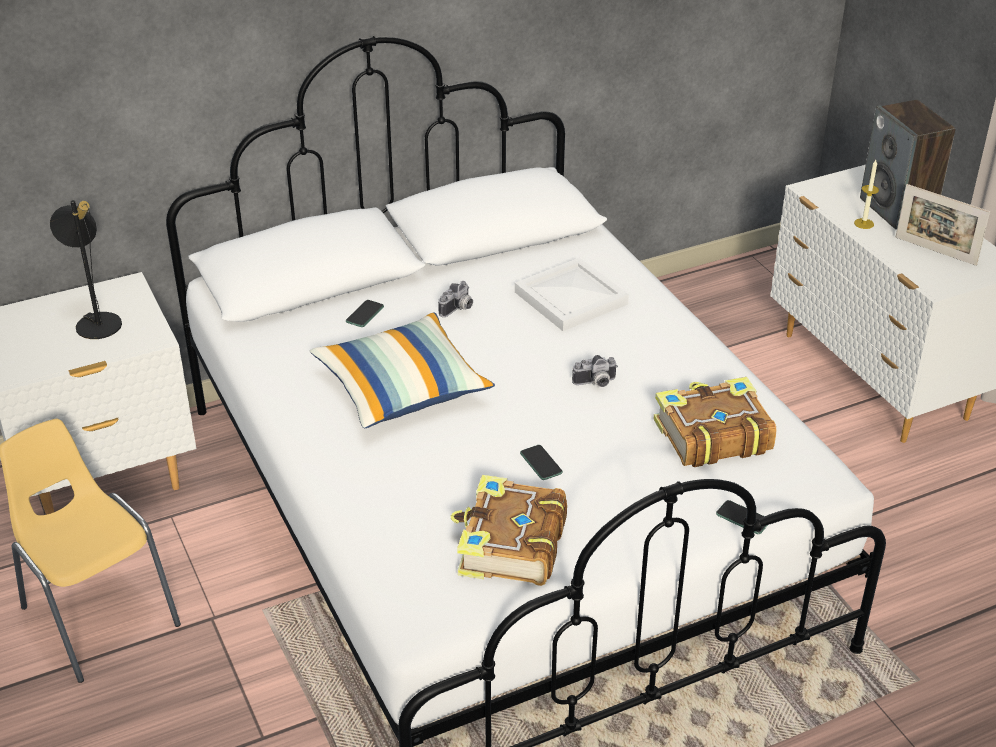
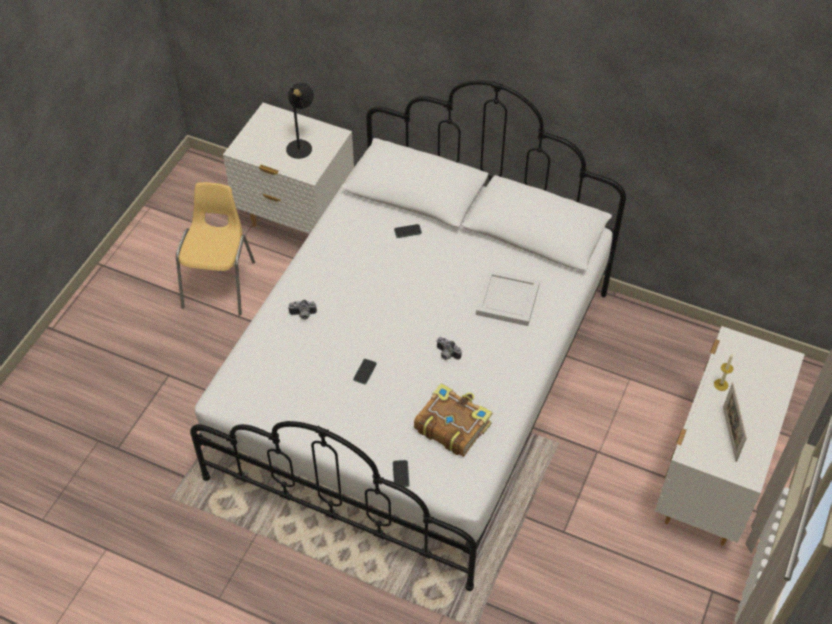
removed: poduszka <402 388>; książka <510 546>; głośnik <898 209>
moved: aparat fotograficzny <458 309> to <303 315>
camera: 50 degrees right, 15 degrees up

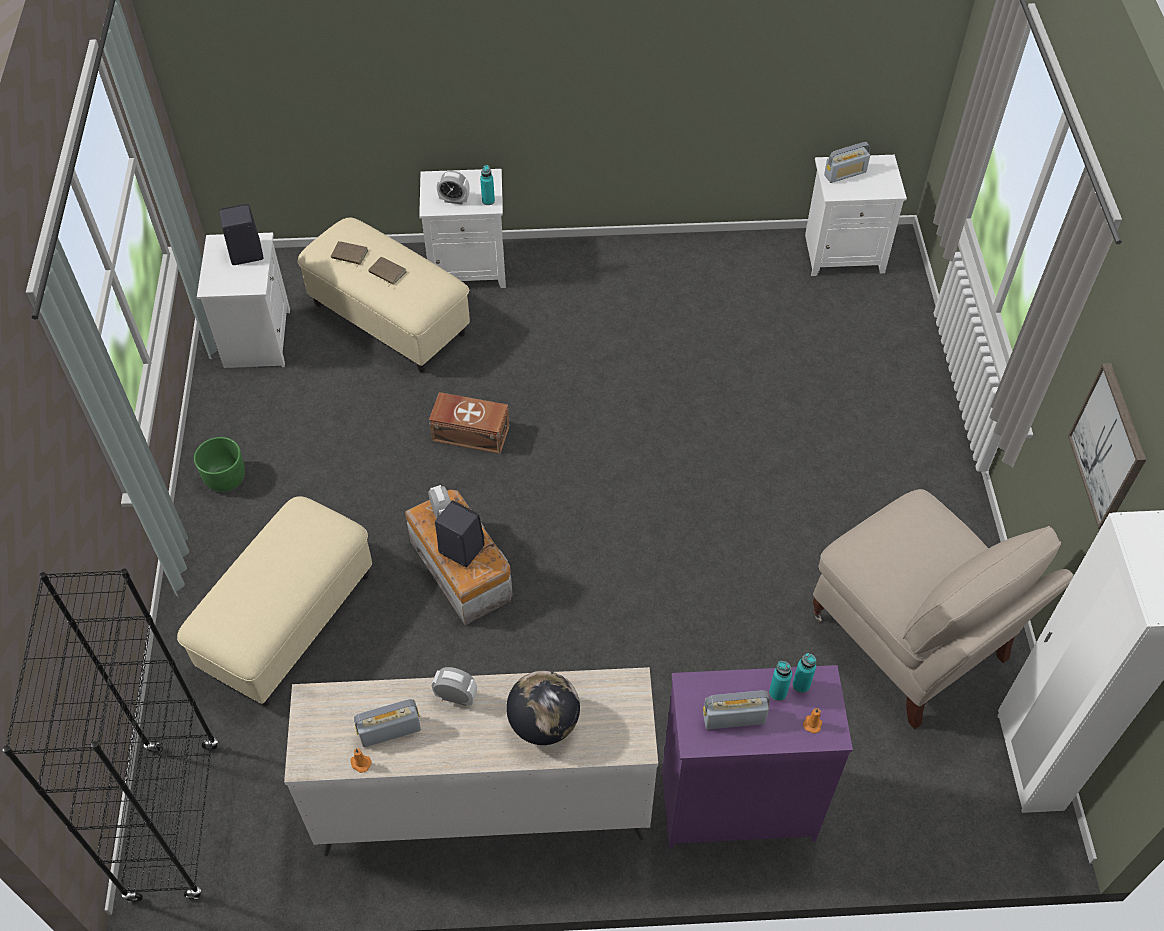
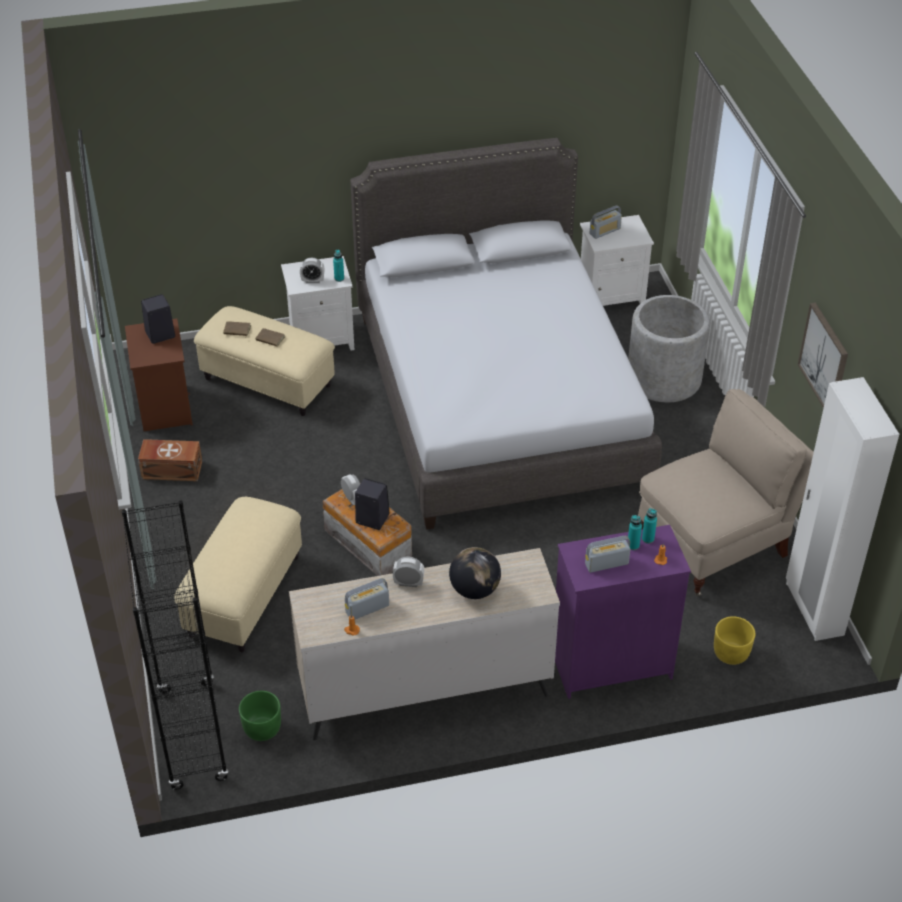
added: łóżko (szary) <498 400>; donica (szary) <664 378>; donica (żółty) <731 653>
moved: donica (zielony) <225 478> to <262 728>; pojemnik do przechowywania (brązowy) <470 432> to <171 469>
recoloured: szafka nocna (biały) <256 337> to szafka nocna (brązowy) <164 407>
turned: krzesło (beżowy) <910 640> = <714 545> 75 degrees counterclockwise
camera: 10 degrees left, 10 degrees down

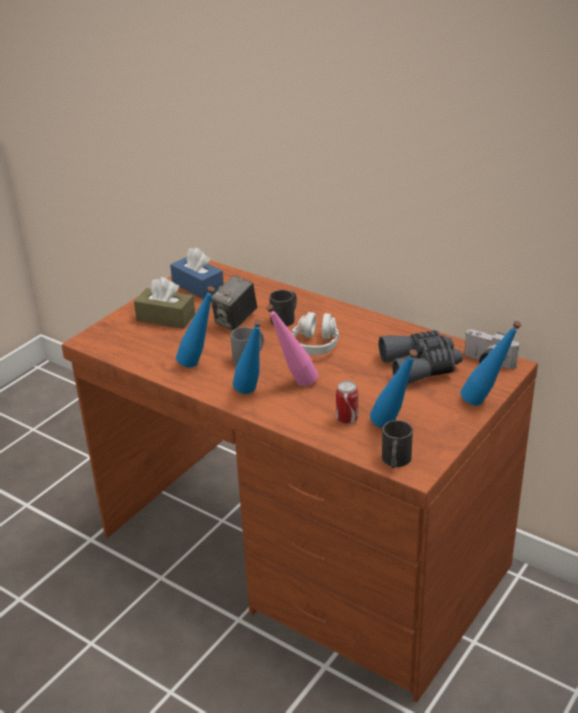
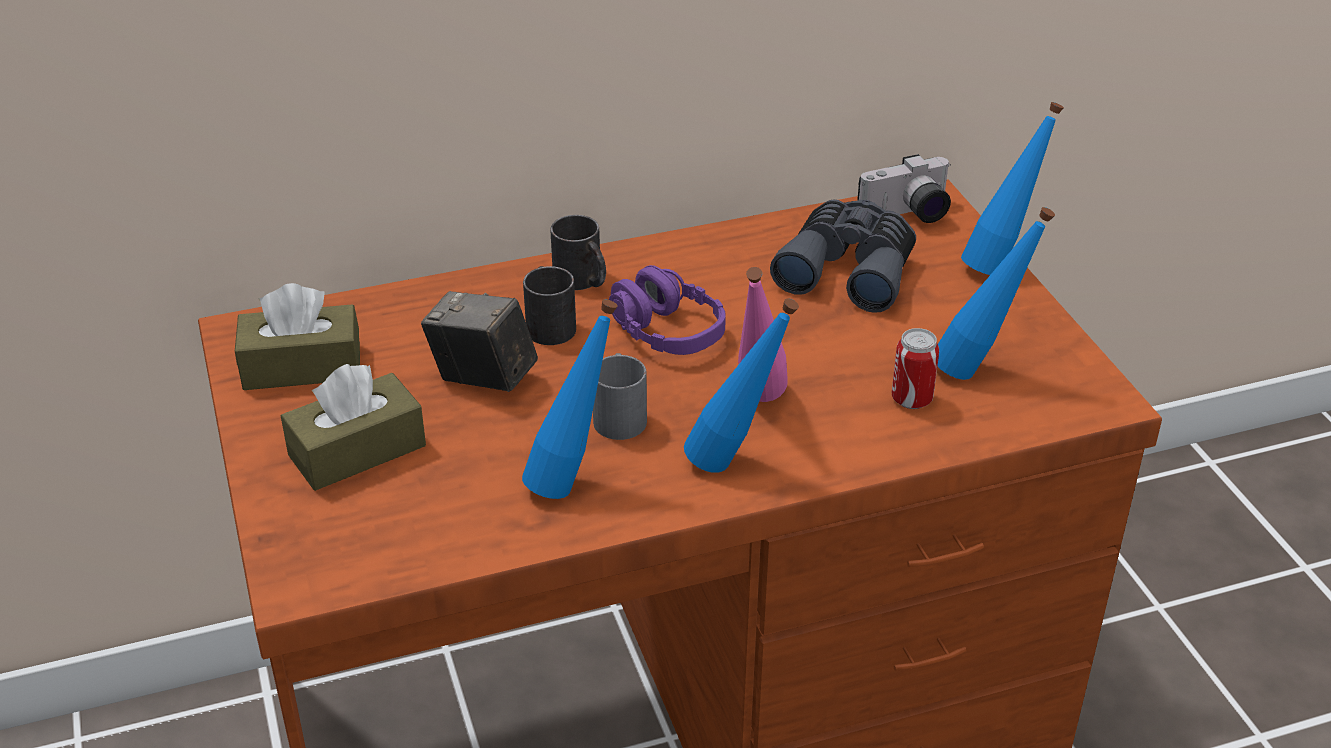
moved: kubek (czarny) <395 461> to <583 281>
recoloured: pudełko chusteczek (niebieski) <198 286> to pudełko chusteczek (brązowy) <302 367>; słuchawki (szary) <315 344> to słuchawki (fioletowy) <667 331>
turned: aparat fotograficzny <235 321> = <483 377> 135 degrees clockwise
camera: 55 degrees left, 5 degrees up

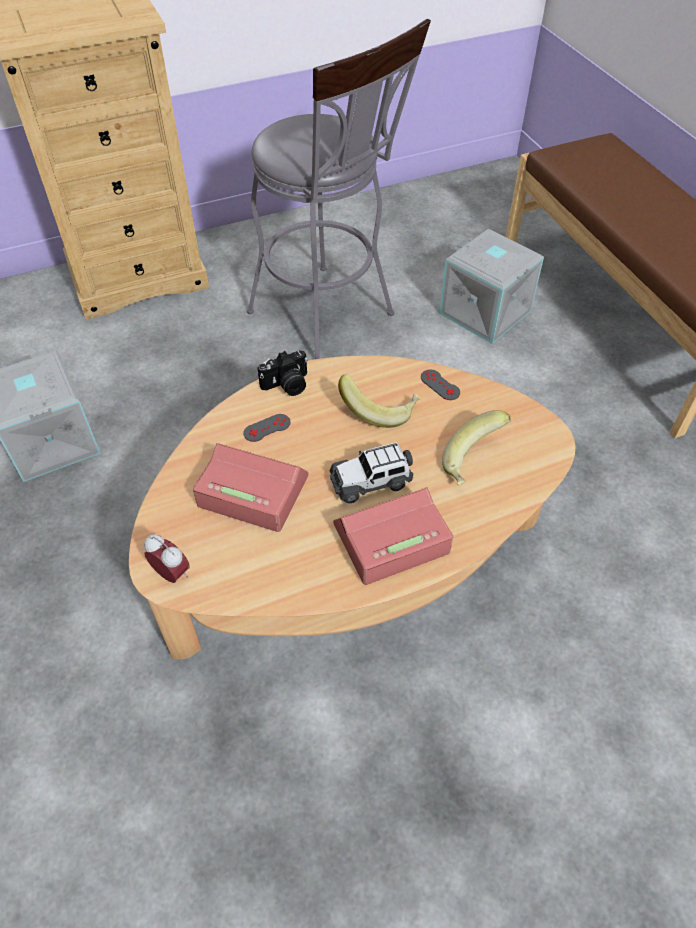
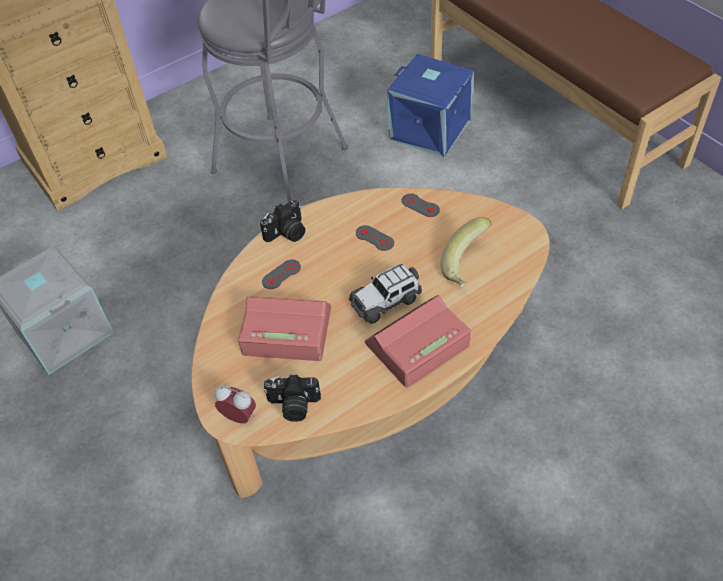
added: aparat fotograficzny <293 406>
replaced: banan <379 410> to pad do gier (szary) <374 238>
recoloured: pojemnik do przechowywania (szary) <486 311> to pojemnik do przechowywania (niebieski) <431 129>
camera: 10 degrees left, 0 degrees up

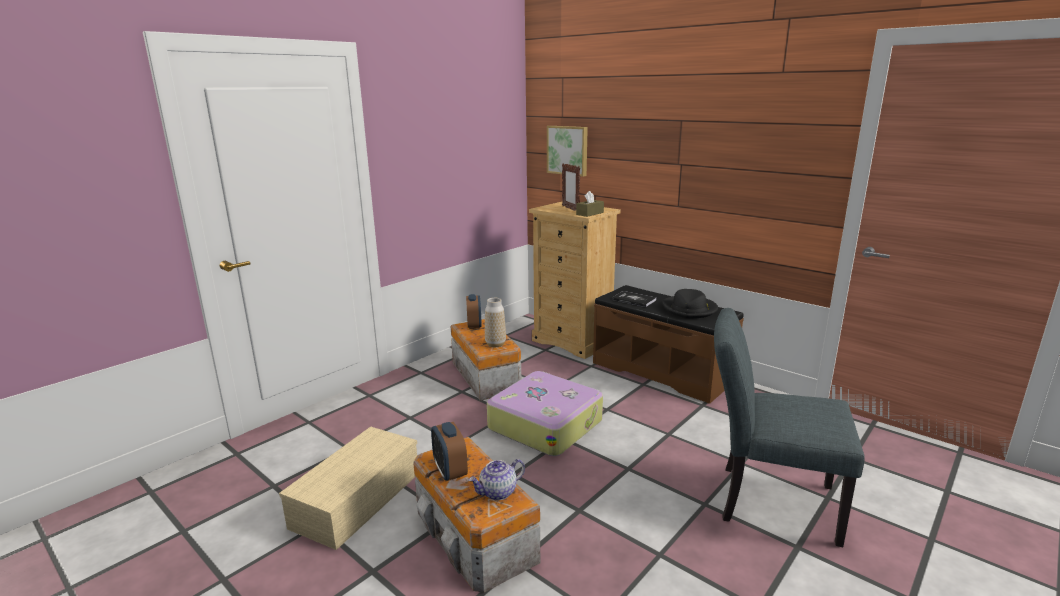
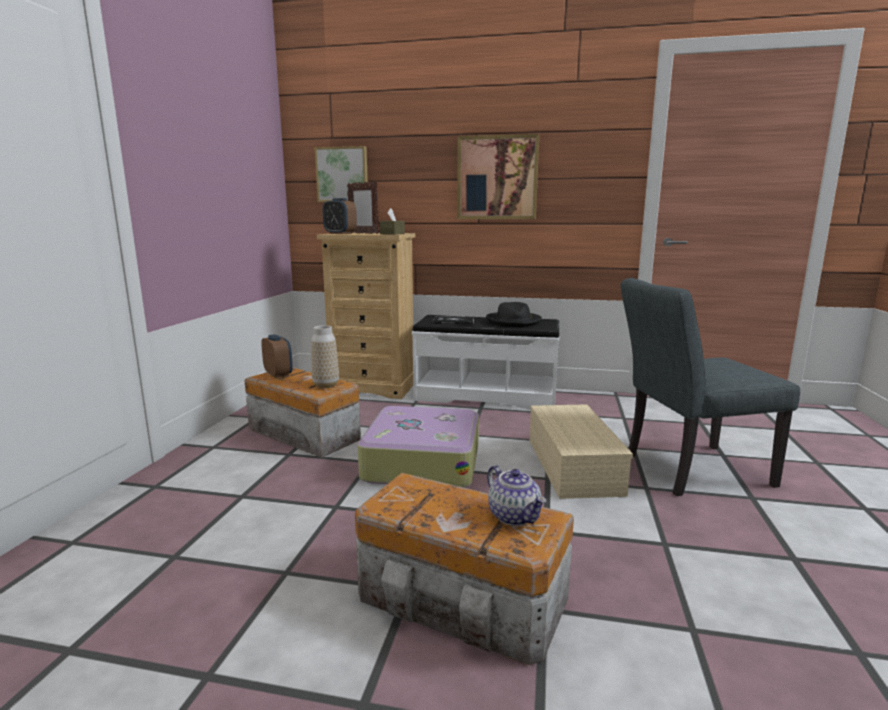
added: obraz <497 178>
moved: pojemnik do przechowywania (beżowy) <357 498> to <571 465>; budzik <450 471> to <340 233>
recoloured: ławka (brązowy) <662 371> to ławka (biały) <486 395>
turned: imbryk <498 492> = <515 516> 60 degrees counterclockwise
camera: 30 degrees left, 5 degrees down

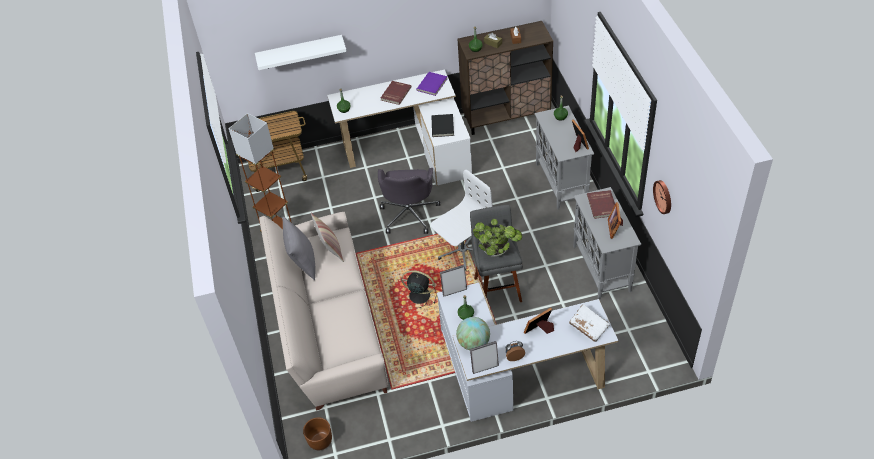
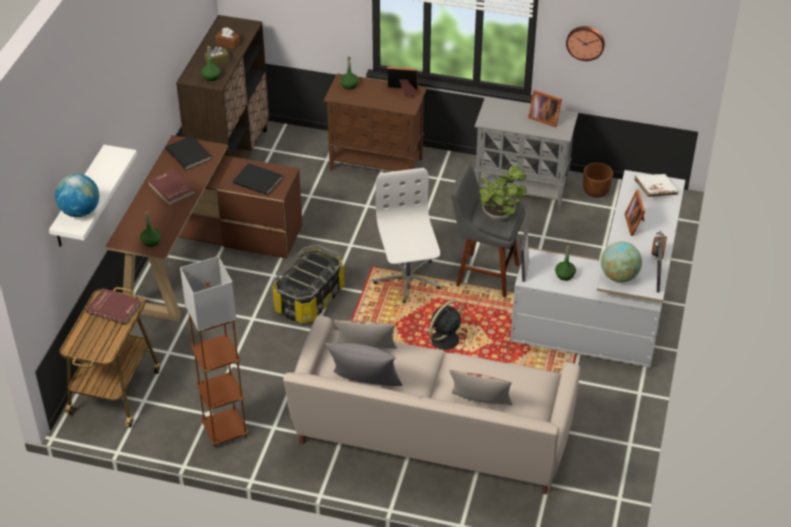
added: globus <80 211>; poduszka <480 406>
moved: donica (brązowy) <320 441> to <595 191>; książka (czerwony) <602 205> to <114 307>
replaced: krzesło biurowe (szary) <409 214> to pojemnik do przechowywania <309 299>
recoloured: biurko (biały) <411 149> to biurko (brązowy) <202 255>; książka (fioletowy) <432 85> to książka (czarny) <189 154>; szafka (szary) <561 183> to szafka (brązowy) <377 164>
camera: 65 degrees left, 5 degrees down

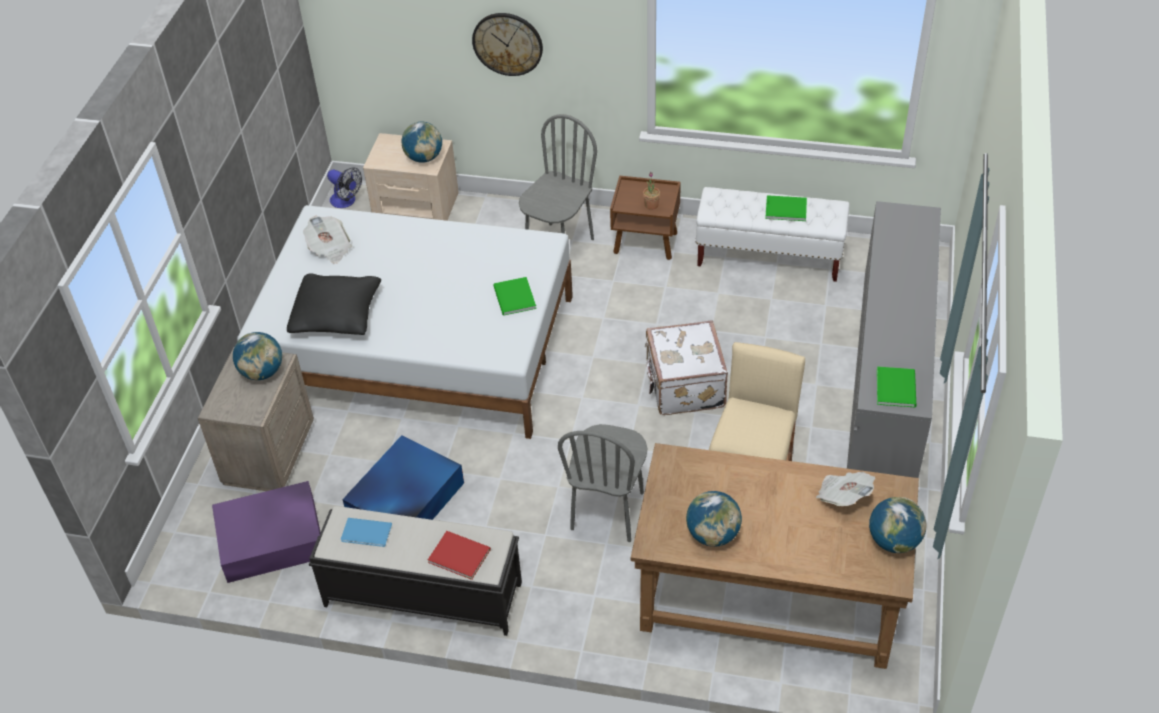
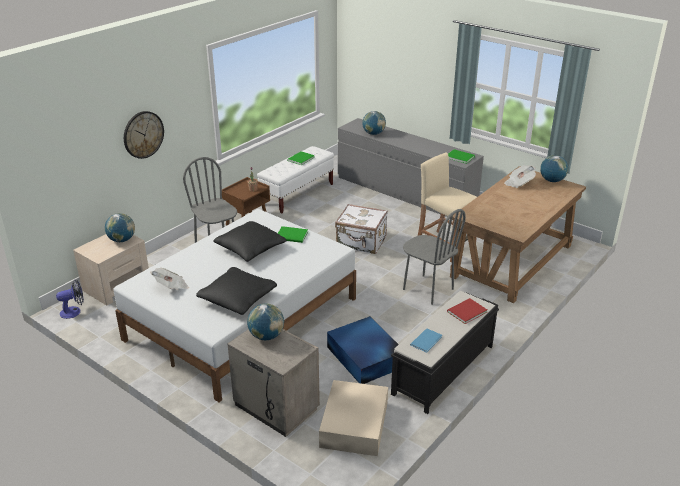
added: poduszka (czarny) <250 249>
moved: globus <713 535> to <373 134>
recoloured: pojemnik do przechowywania (fioletowy) <273 540> to pojemnik do przechowywania (beżowy) <355 423>
camera: 65 degrees left, 15 degrees down

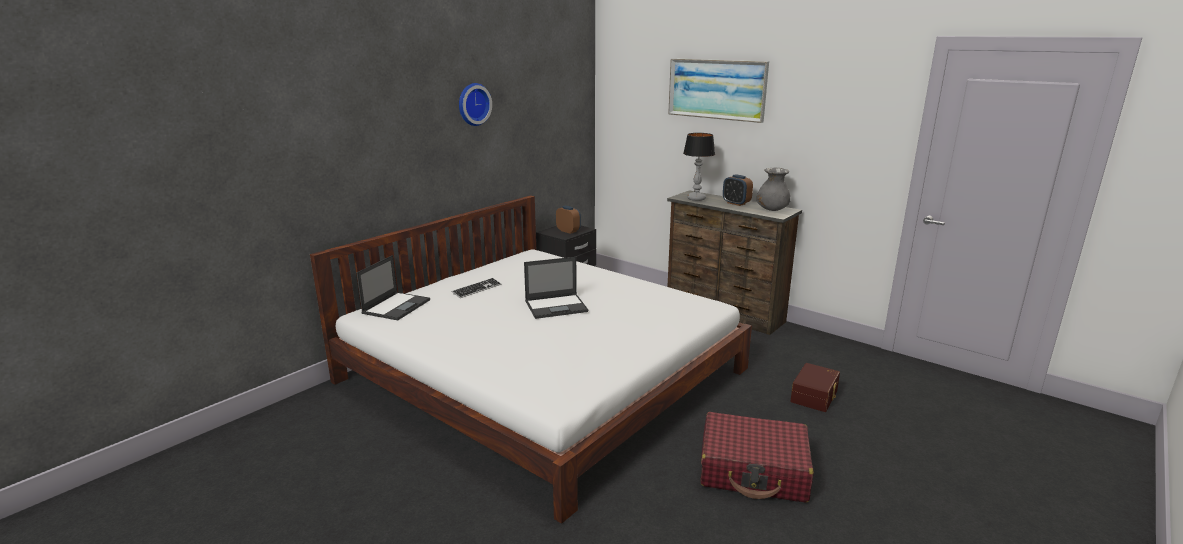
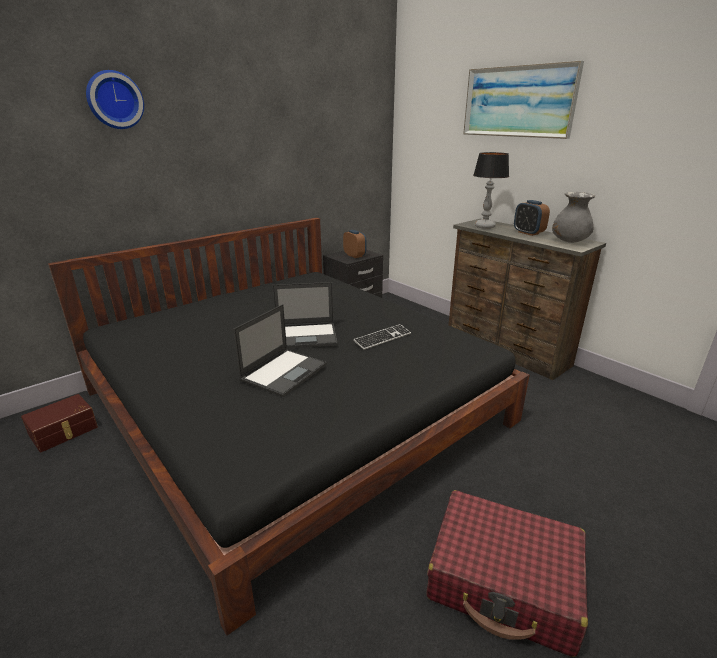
moved: laptop <397 306> to <284 371>; klawiatura <477 289> to <382 338>; zegar ścienny <472 104> to <114 100>; pojemnik do przechowywania (brązowy) <815 396> to <64 432>
recoloured: łóżko (biały) <542 375> to łóżko (czarny) <293 405>
camera: 10 degrees right, 5 degrees up

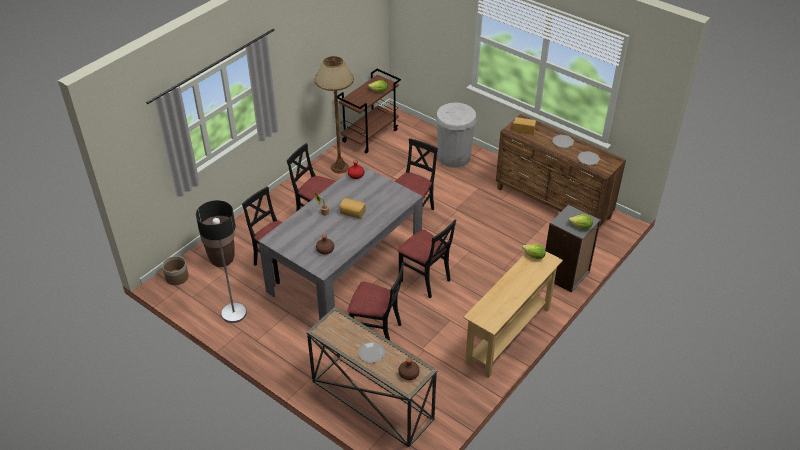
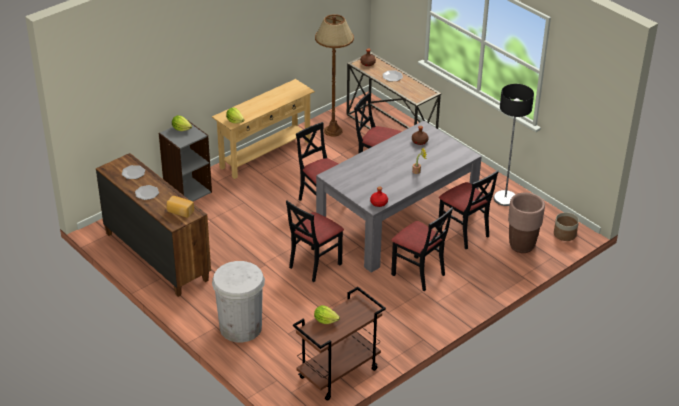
removed: chleb <352 213>
moved: lampa stojąca (brązowy) <339 167> to <333 131>
camera: 170 degrees left, 5 degrees down

